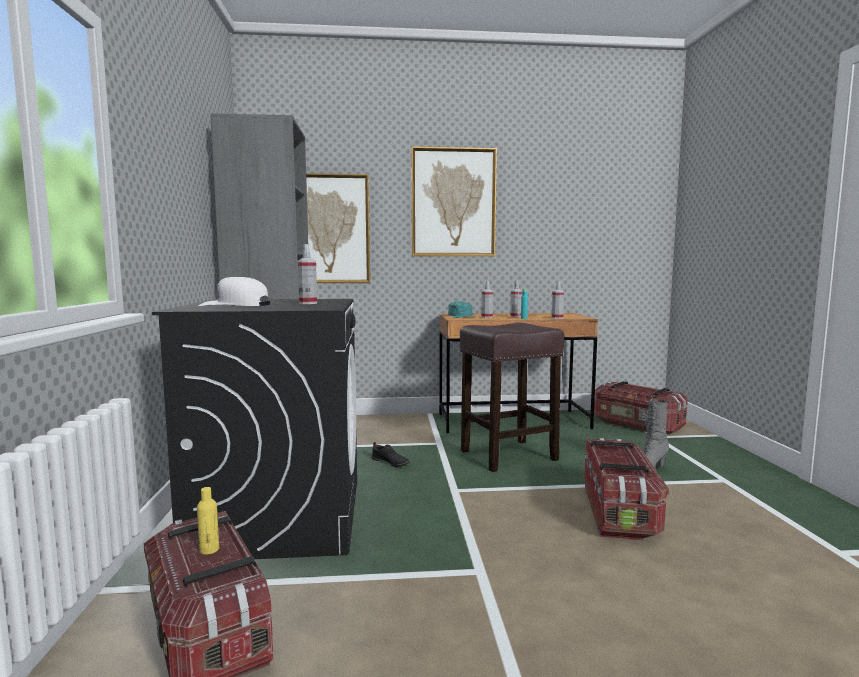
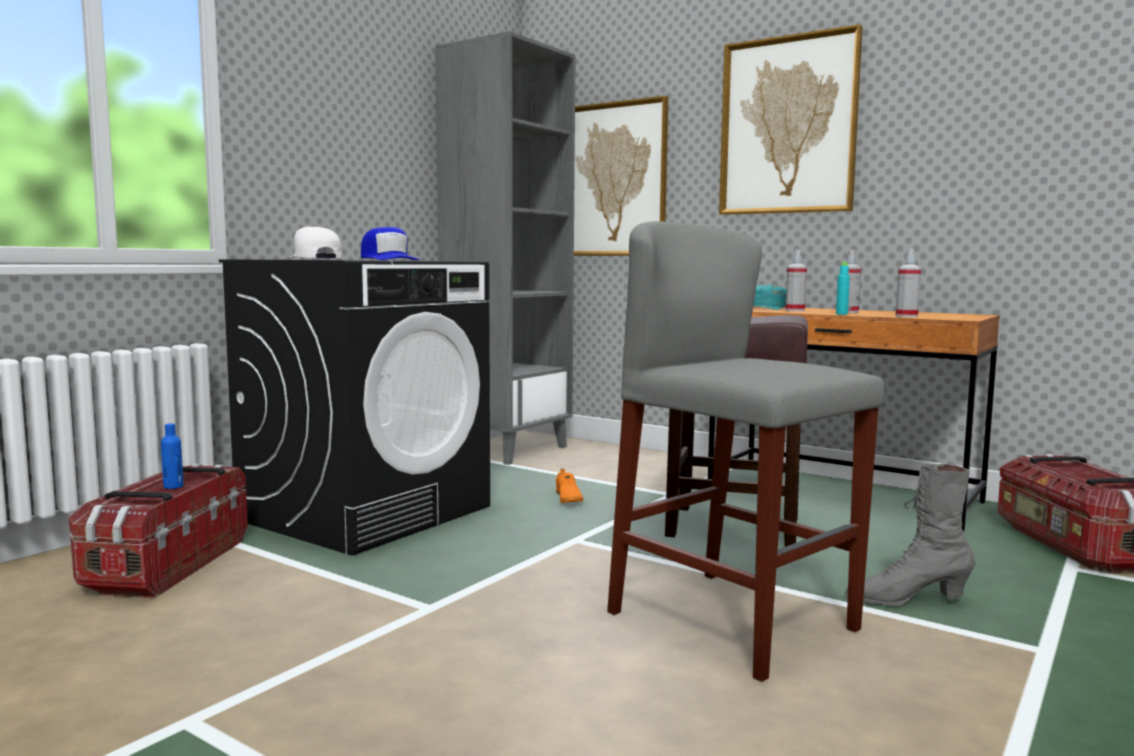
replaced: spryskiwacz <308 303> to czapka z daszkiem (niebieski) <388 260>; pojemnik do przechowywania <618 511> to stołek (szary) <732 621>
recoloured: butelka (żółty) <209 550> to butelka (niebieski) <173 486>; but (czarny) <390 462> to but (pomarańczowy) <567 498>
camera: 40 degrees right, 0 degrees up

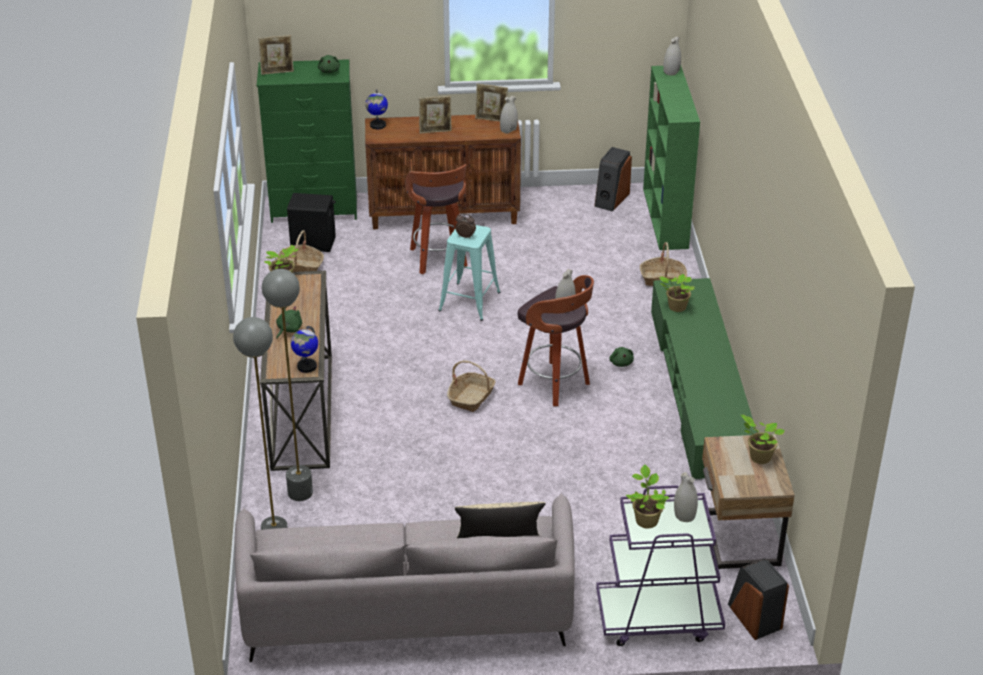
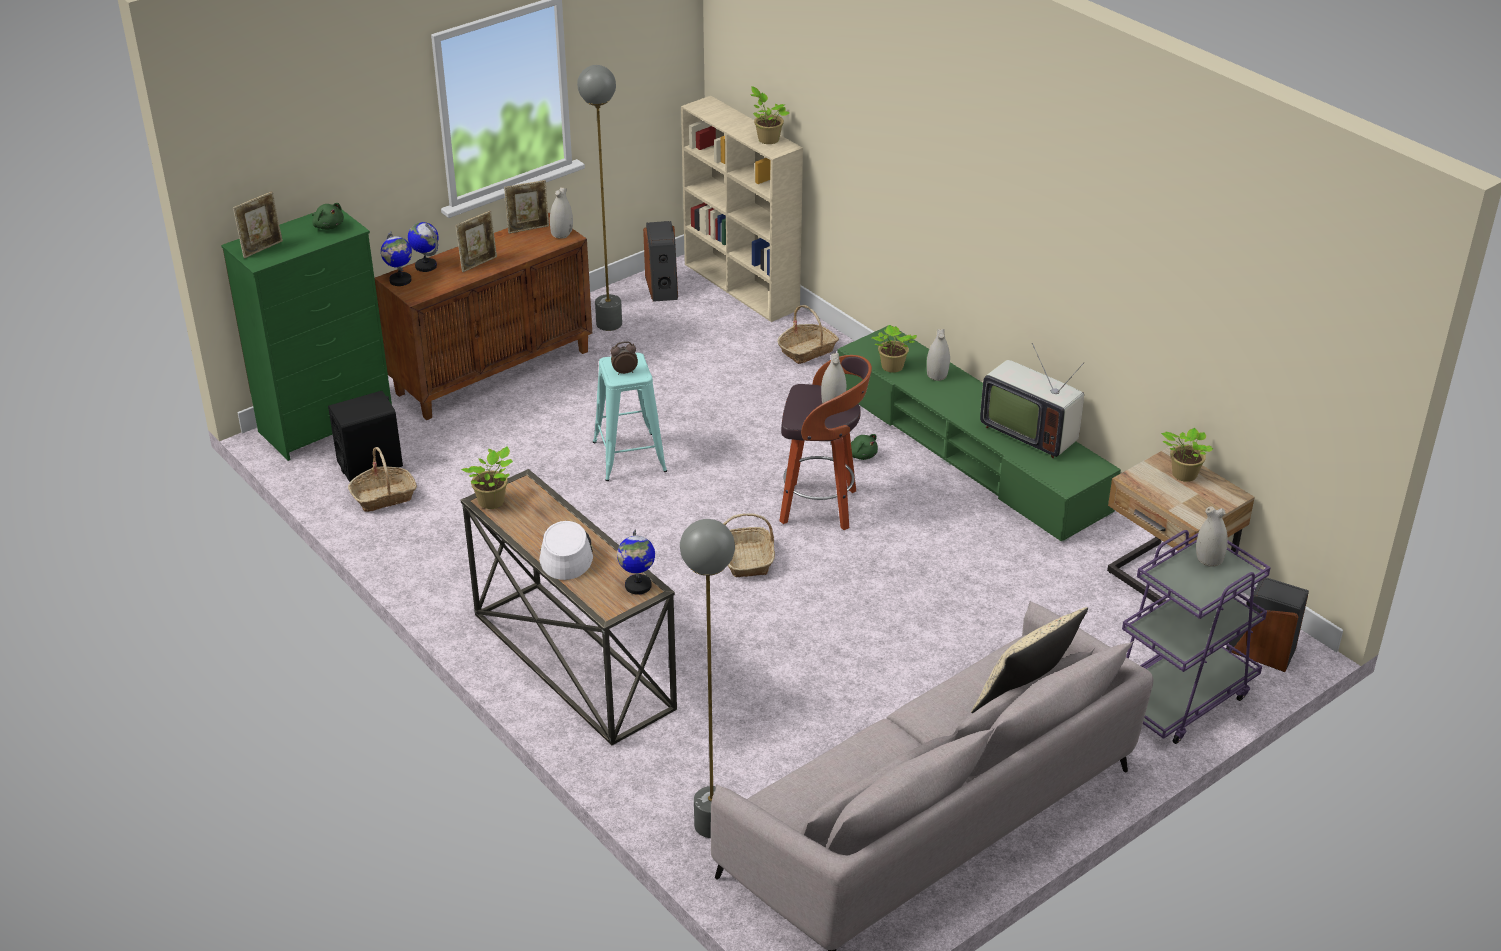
removed: stołek <439 259>
added: globus <426 266>; telewizor <1030 432>
moved: lampa stojąca (szary) <300 493> to <609 324>; roślina doniczkowa <646 519> to <767 139>; wazon (biały) <671 72> to <937 374>
replaced: pluszak (zielony) <288 329> to kapelusz (biały) <566 554>
recoloured: regał (zielony) <665 219> to regał (beżowy) <742 287>
camera: 35 degrees left, 0 degrees up

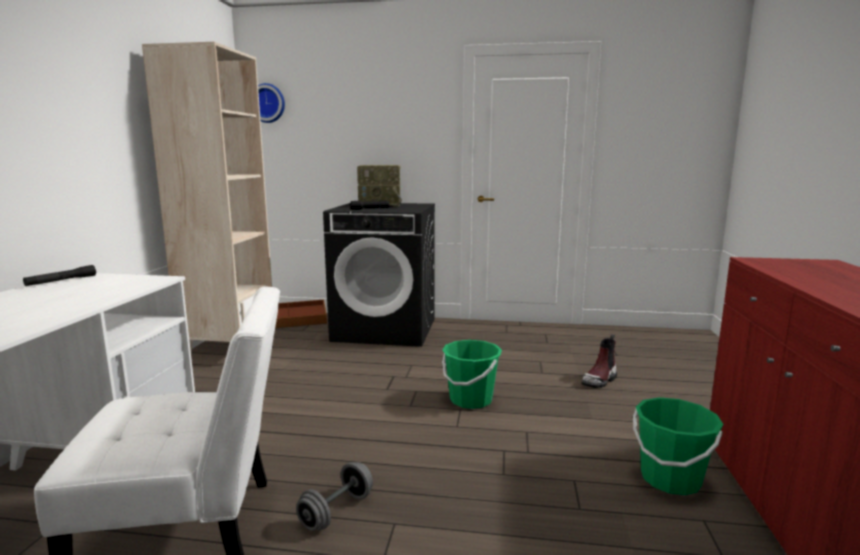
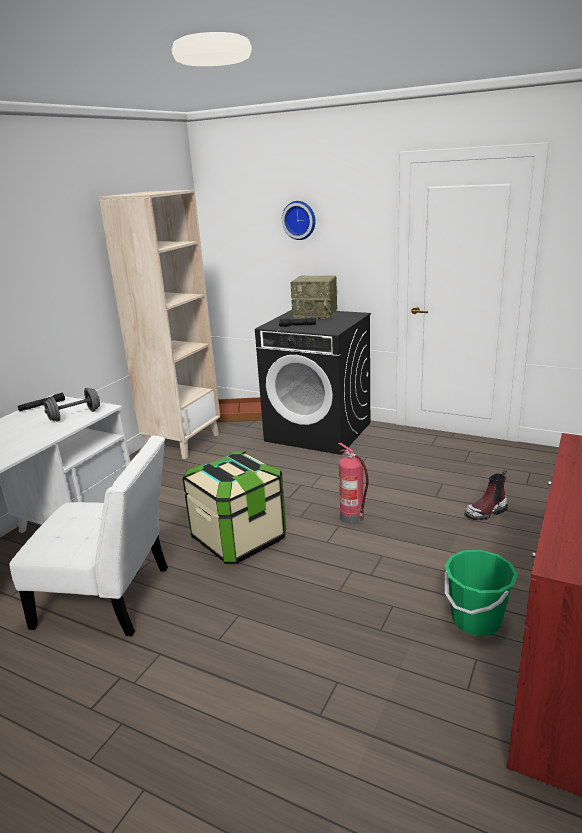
added: pojemnik do przechowywania <239 539>
moved: zegar ścienny <268 103> to <300 220>; hantel (szary) <336 511> to <75 415>
replaced: wiadro (zielony) <470 400> to gaśnica <353 517>
camera: 20 degrees right, 10 degrees up

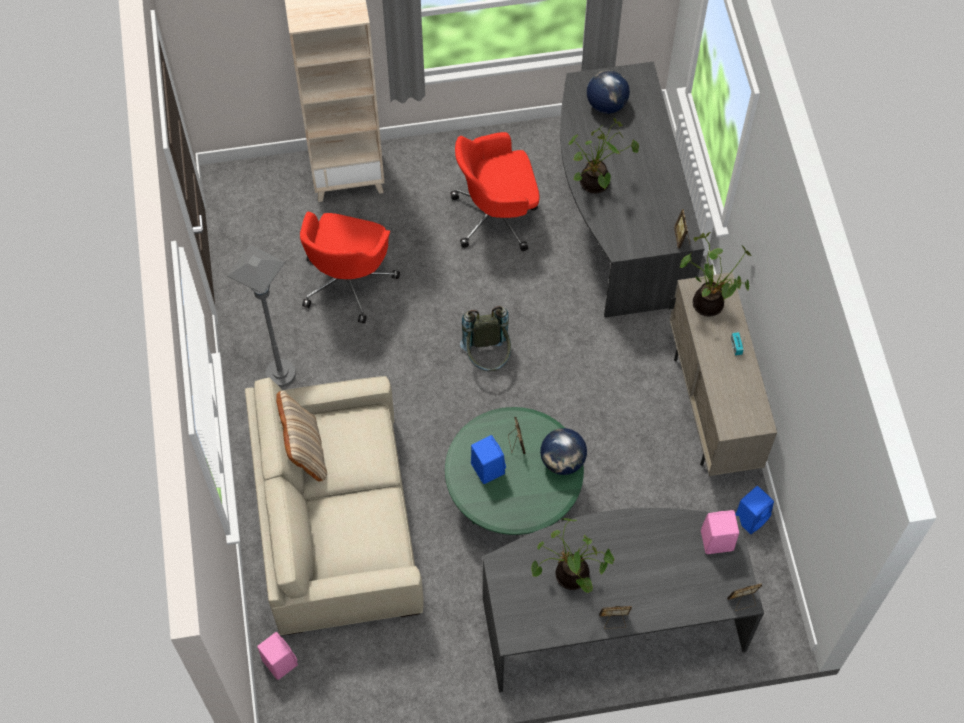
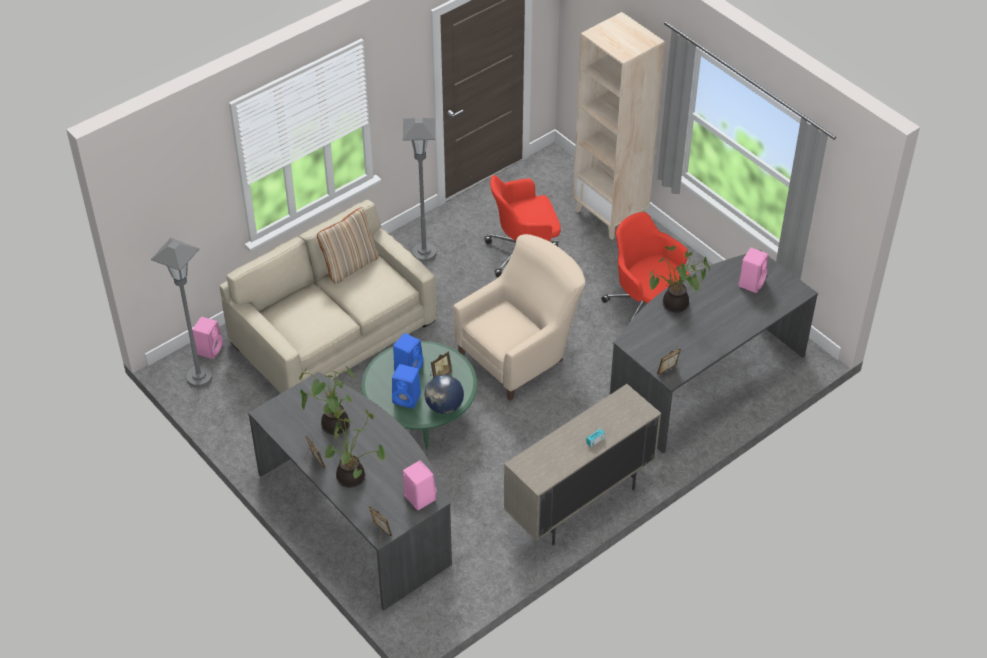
added: lampa stojąca (szary) <199 378>
moved: roślina doniczkowa <709 302> to <353 478>; głośnik (niebieski) <751 517> to <407 399>
replaced: plecak (szary) <487 358> to fotel (beżowy) <520 354>; globus <606 104> to głośnik (różowy) <751 282>
camera: 60 degrees right, 15 degrees down

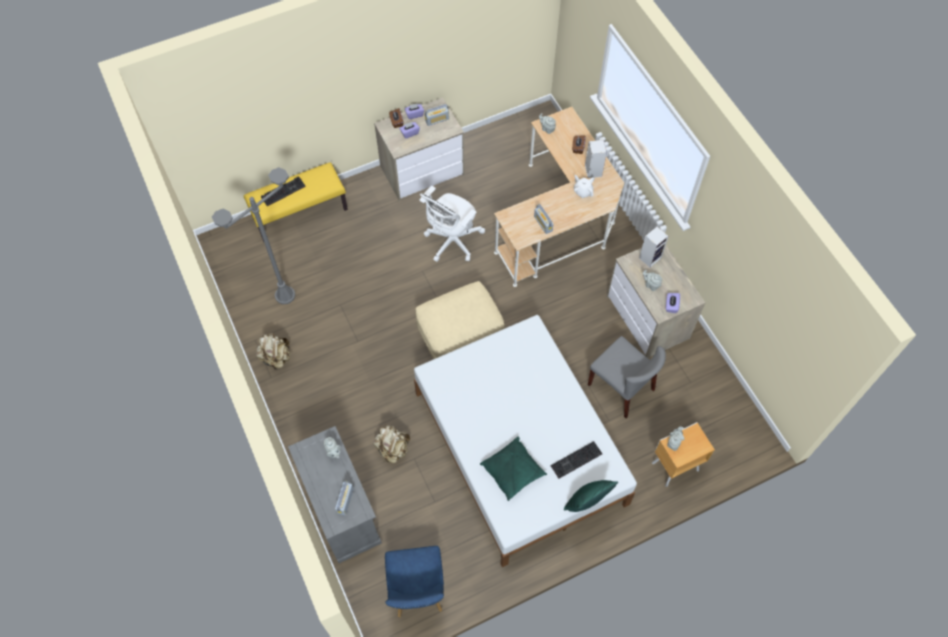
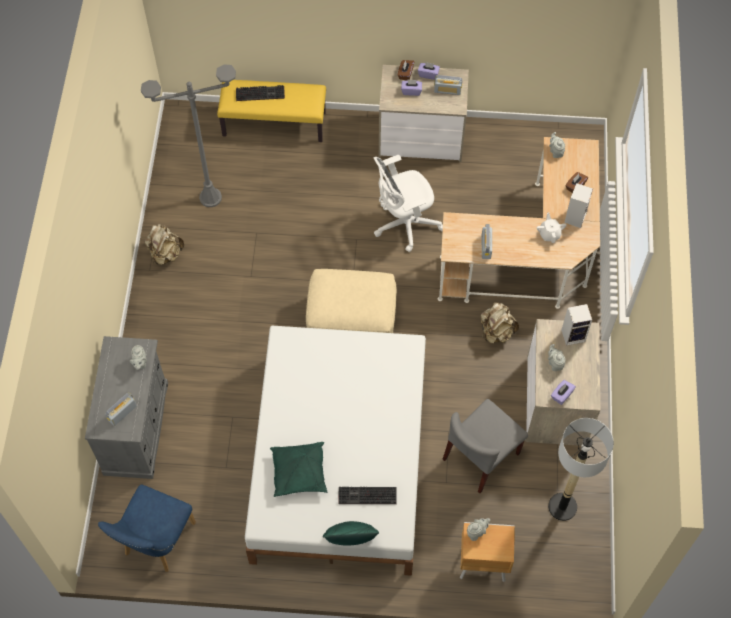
added: lampa stojąca <562 507>
moved: plecak (beżowy) <392 449> to <496 332>
turned: krzesło (szary) <621 387> = <481 457> 60 degrees clockwise
camera: 30 degrees right, 0 degrees up

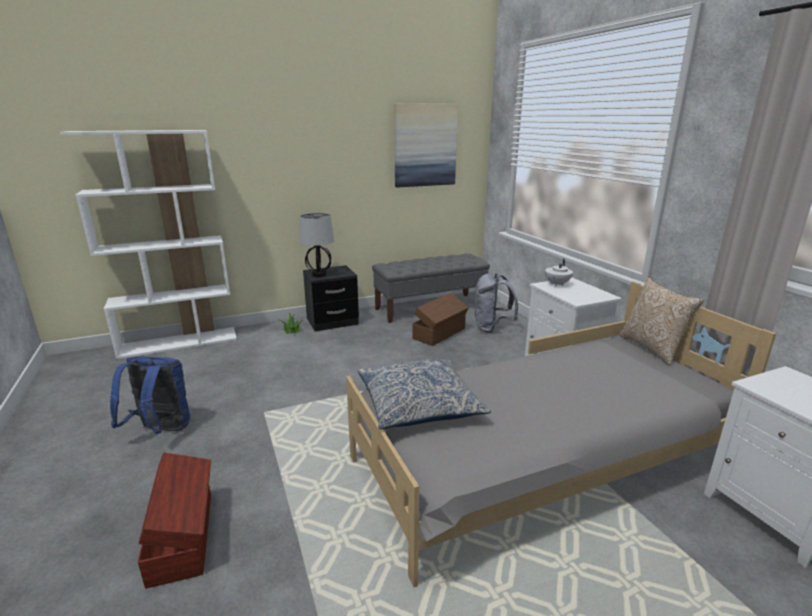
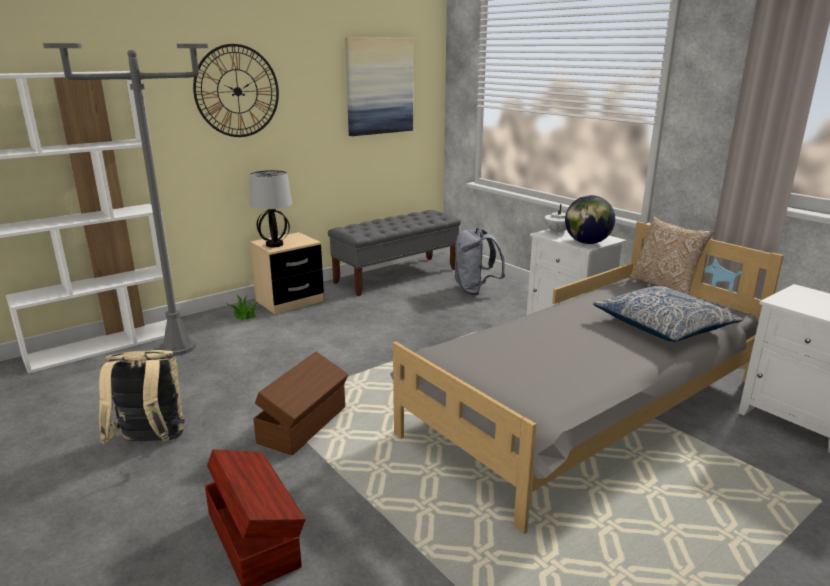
added: lampa stojąca (szary) <177 348>; zegar ścienny <237 91>; globus <587 243>
moved: poduszka <418 404> to <663 326>; pojemnik do przechowywania (brązowy) <440 333> to <304 424>
recoloured: plecak (niebieski) <160 431> to plecak (beżowy) <151 443>; szafka nocna (czarny) <332 321> to szafka nocna (beżowy) <289 301>
camera: 15 degrees left, 0 degrees up

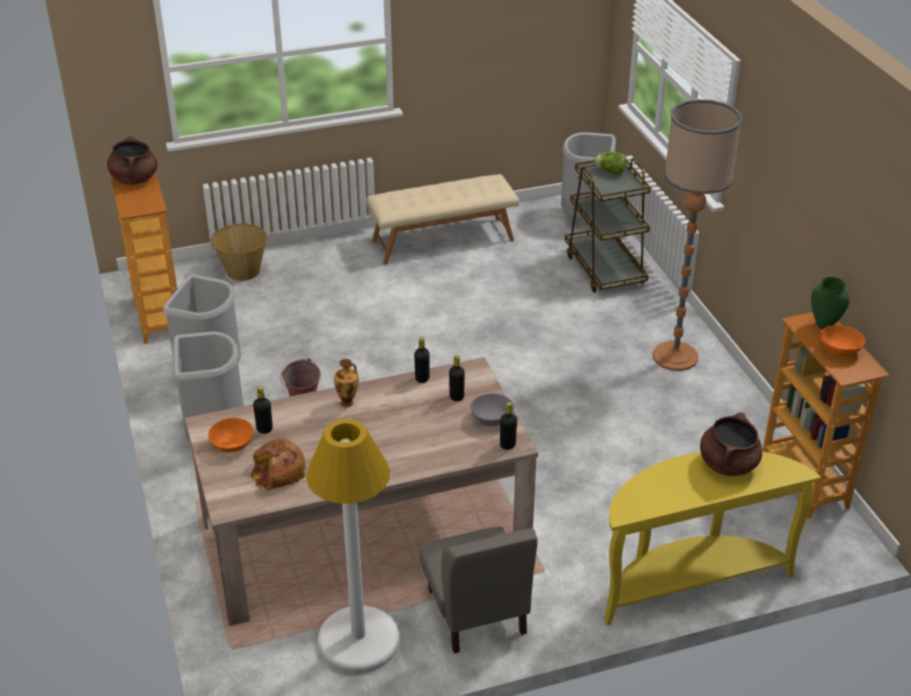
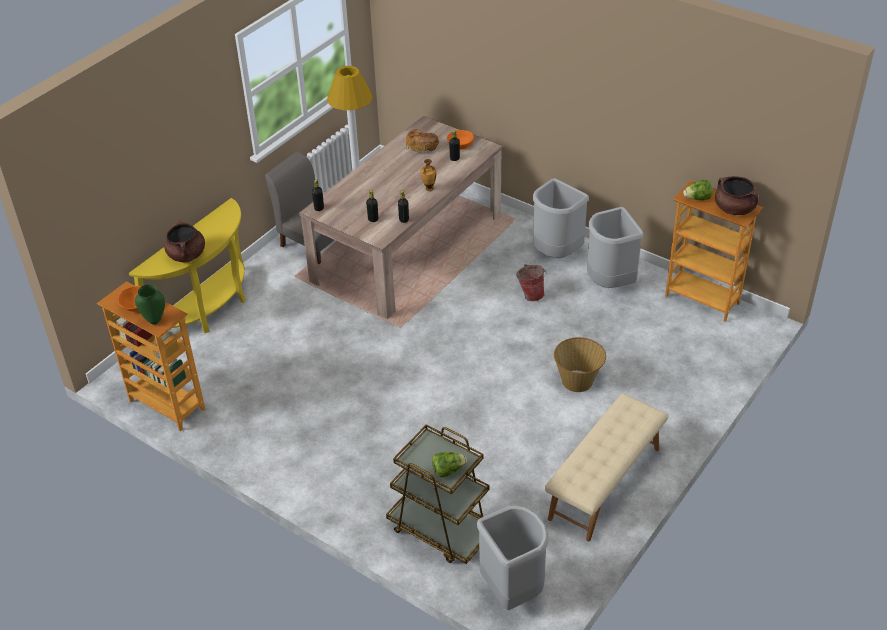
removed: miska (szary) <491 419>; lampa stojąca <675 357>
added: sałata <697 198>
moved: koszyk <242 271> to <578 381>
camera: 145 degrees right, 5 degrees up

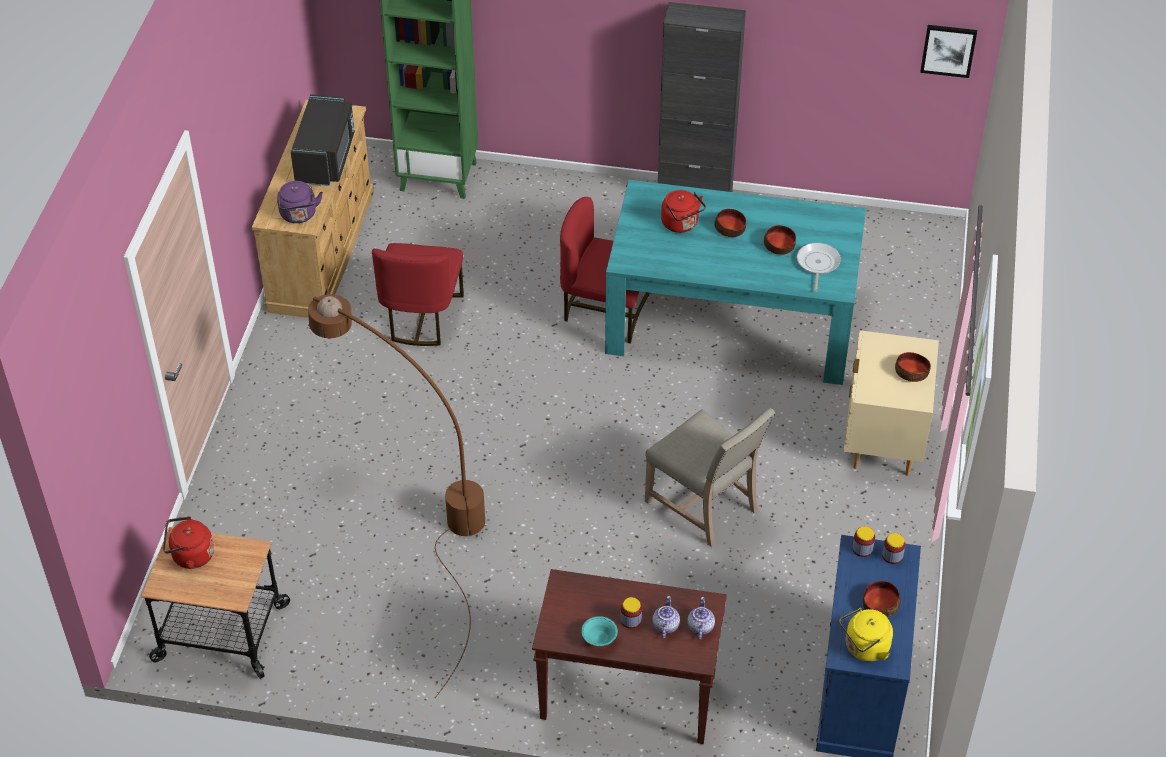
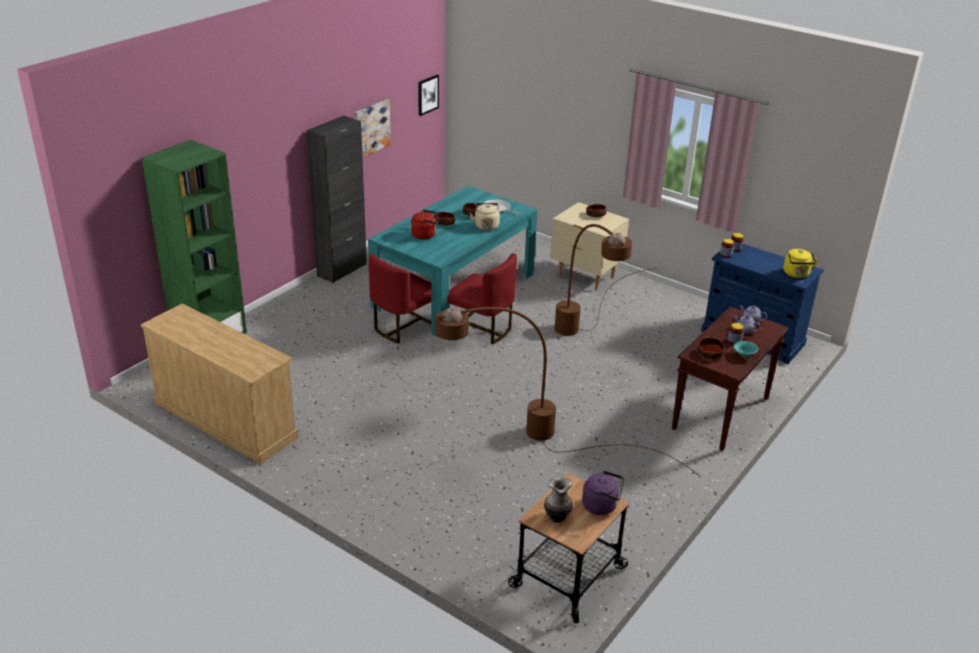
removed: mikrofalówka (czarny) <326 158>
added: obraz <371 128>; czajnik (beżowy) <486 226>
moved: czajnik (fioletowy) <299 215> to <602 506>; krzesło (czerwony) <421 317> to <480 329>; miska <880 604> to <709 354>
replaced: czajnik (czerwony) <190 556> to wazon <556 516>; krzesło (beżowy) <705 506> to lampa stojąca (brązowy) <590 342>
camera: 65 degrees left, 15 degrees down

